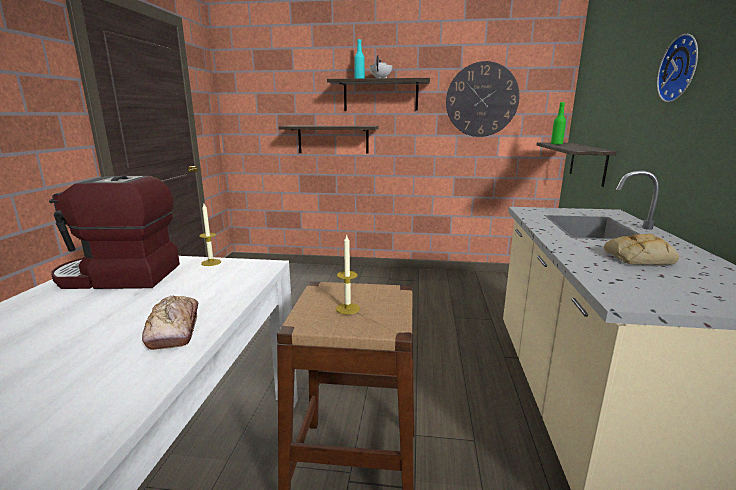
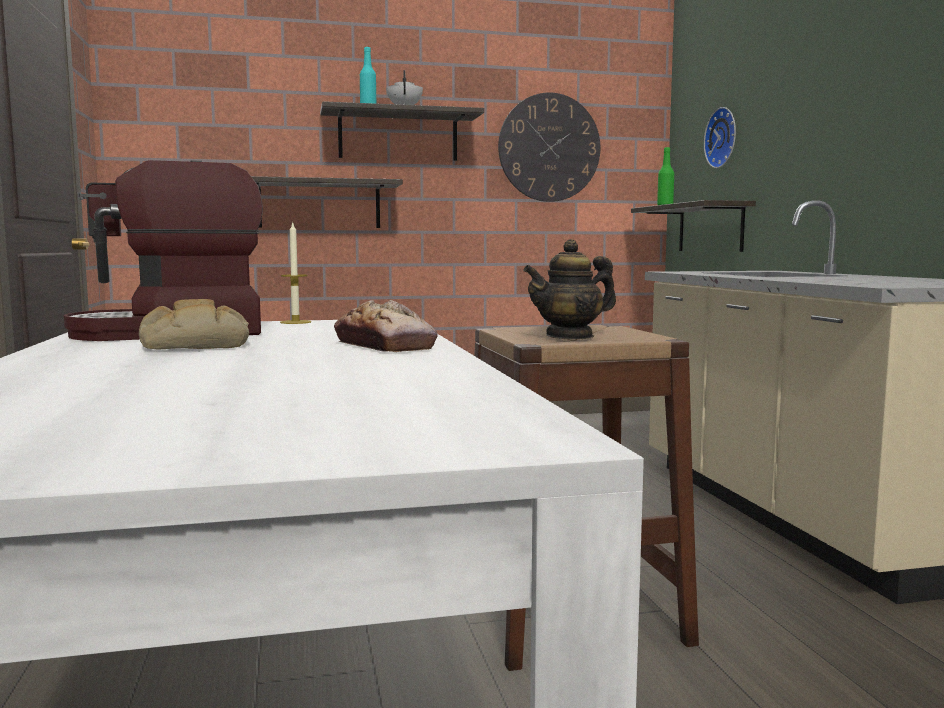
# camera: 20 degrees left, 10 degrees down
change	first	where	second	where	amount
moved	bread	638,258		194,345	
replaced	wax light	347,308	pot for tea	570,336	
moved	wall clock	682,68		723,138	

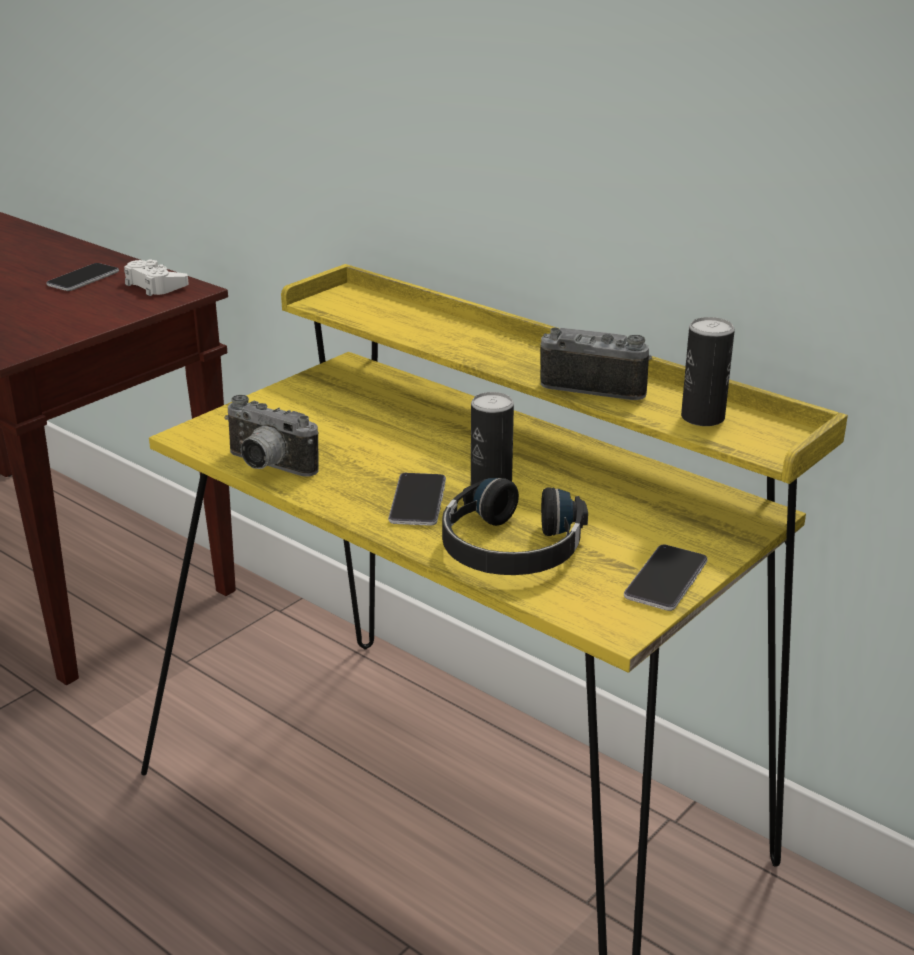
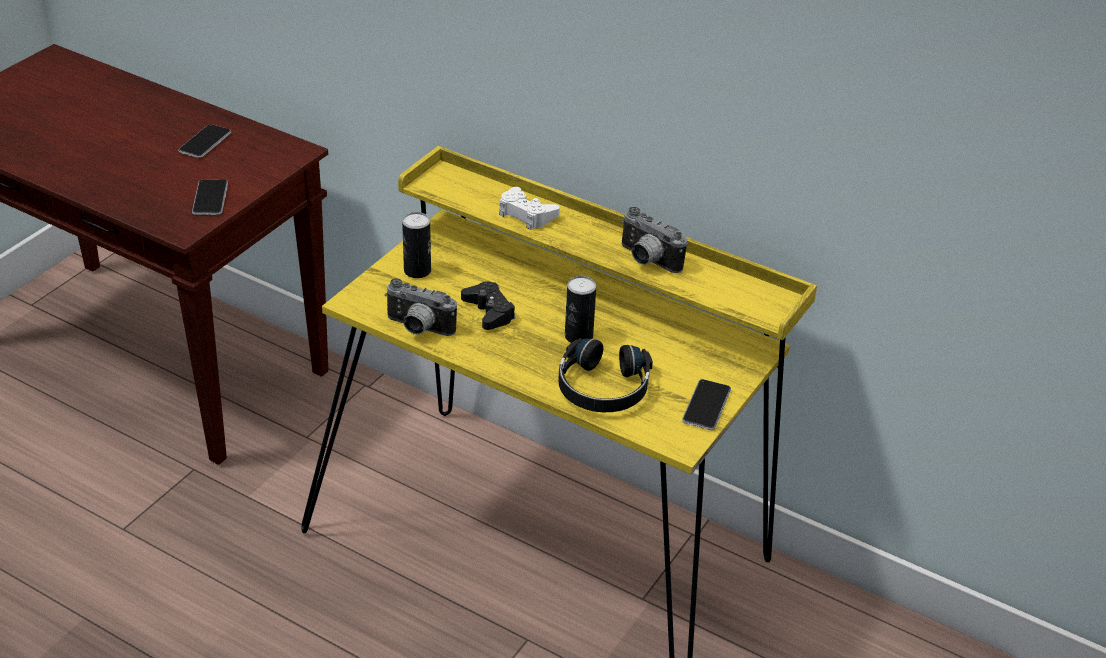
# camera: 10 degrees left, 10 degrees up
change	first	where	second	where	amount
moved	handset	418,501		210,198	
moved	can	702,417		417,271	
added			blackish gamepad	489,311	
moved	white-coloured gamepad	155,285		526,214	
turned	still camera	595,385		646,260	150 degrees counterclockwise

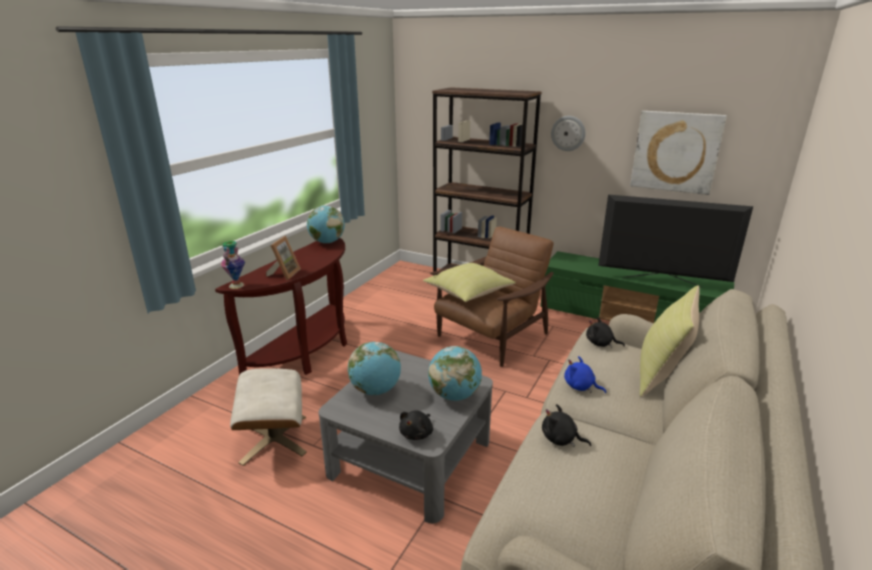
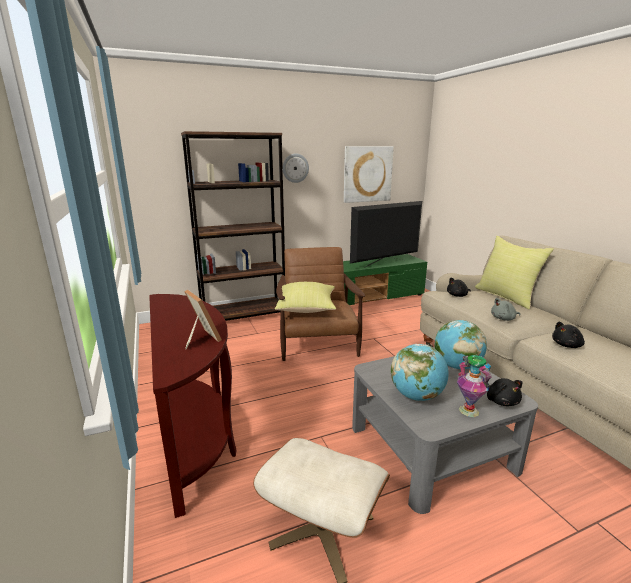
# camera: 50 degrees left, 5 degrees down
change	first	where	second	where	amount
moved	flower vase	237,285		469,410	
recoloured	blue plush toy	580,386	grey plush toy	504,319	
removed	world globe	327,242			

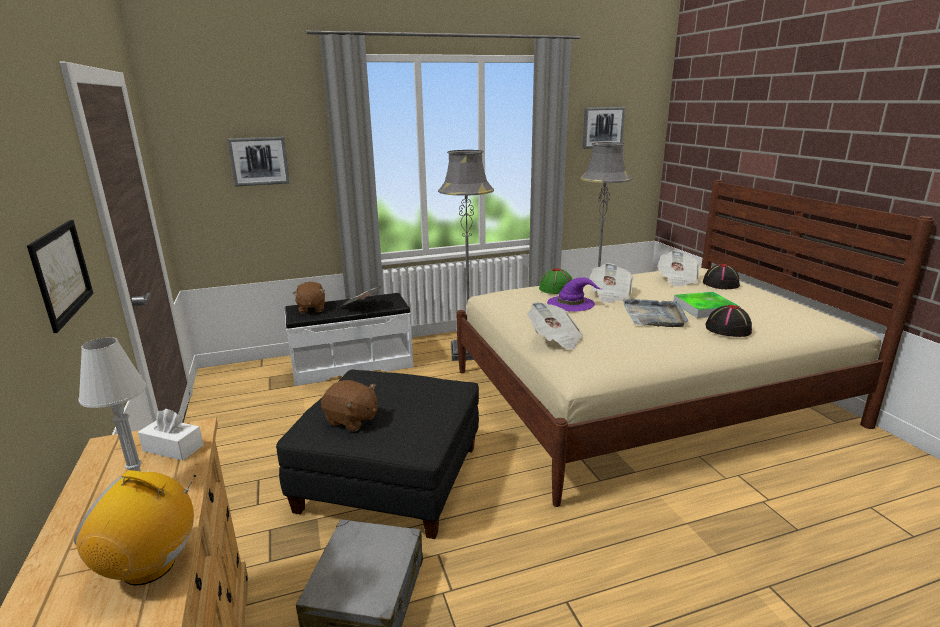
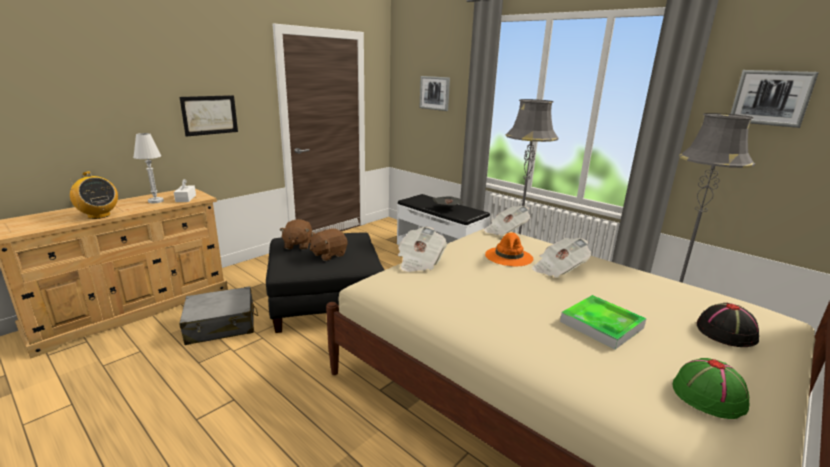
# camera: 60 degrees right, 0 degrees up
change	first	where	second	where	amount
turned	radio set	150,566		99,215	150 degrees clockwise
moved	brownish plush toy	311,309		328,255	
moved	newspaper	677,280		505,231	
recoloured	purplish hat	571,303	orange-coloured hat	509,256	
moved	greenish hat	556,288		709,396	
removed	grey serving tray	654,316			
removed	blackish hat	727,329			

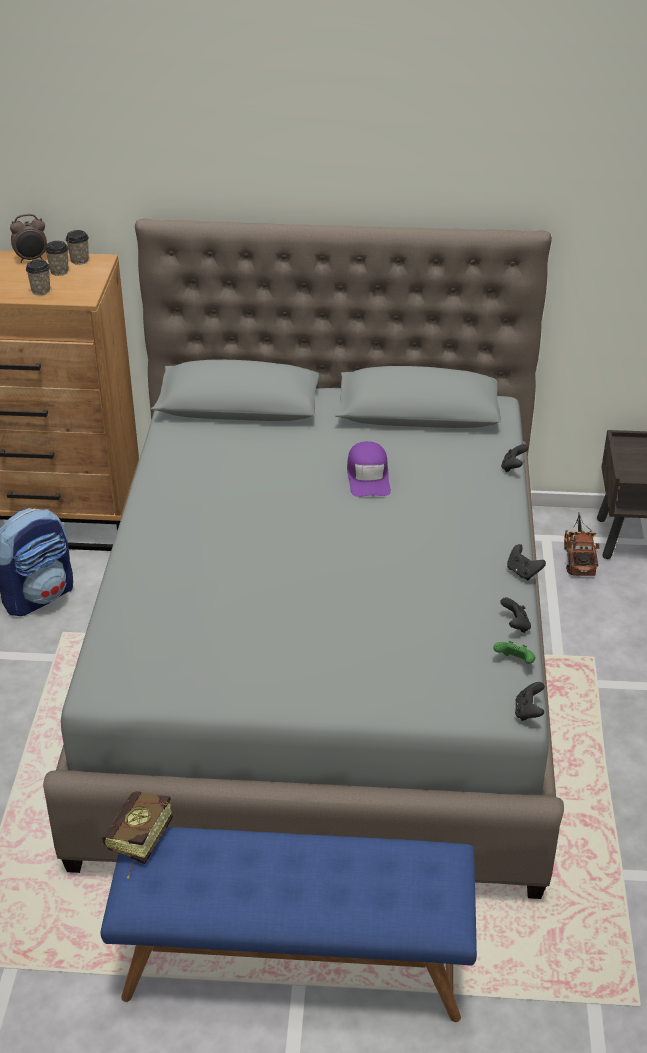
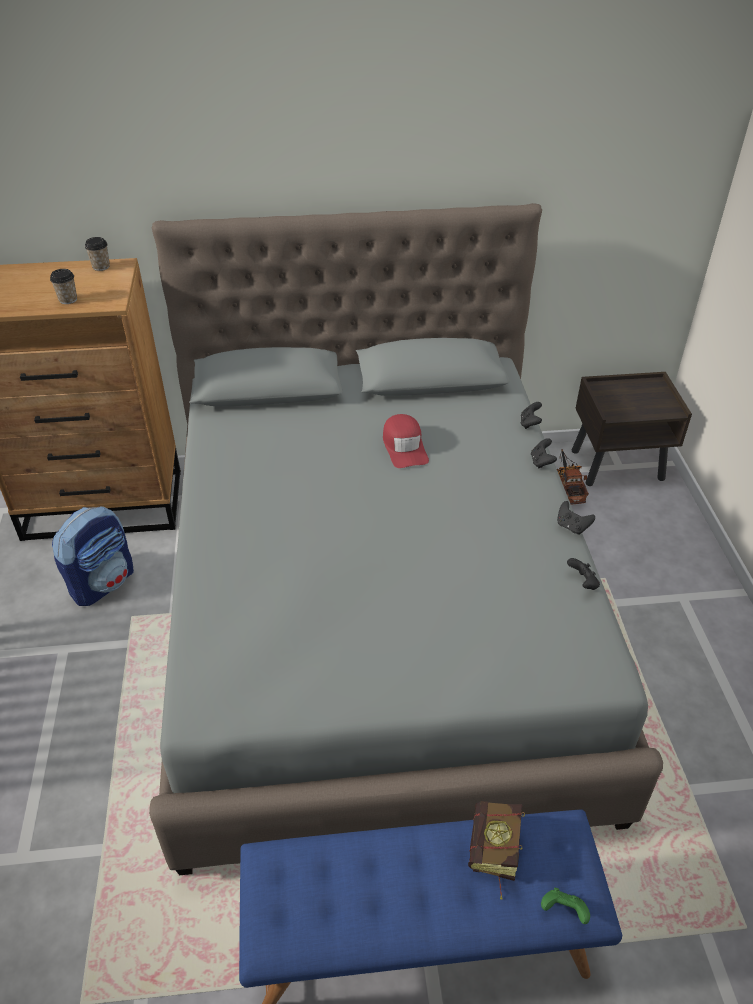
# camera: 10 degrees left, 5 degrees up
change	first	where	second	where	amount
recoloured	purplish baseball cap	368,476	red-coloured baseball cap	404,447	
moved	volume	136,844		493,856	
moved	blackish gamepad	528,712		541,462	
moved	greenish gamepad	515,662		563,911	
removed	bedside clock	32,259			
removed	small cup	59,271			

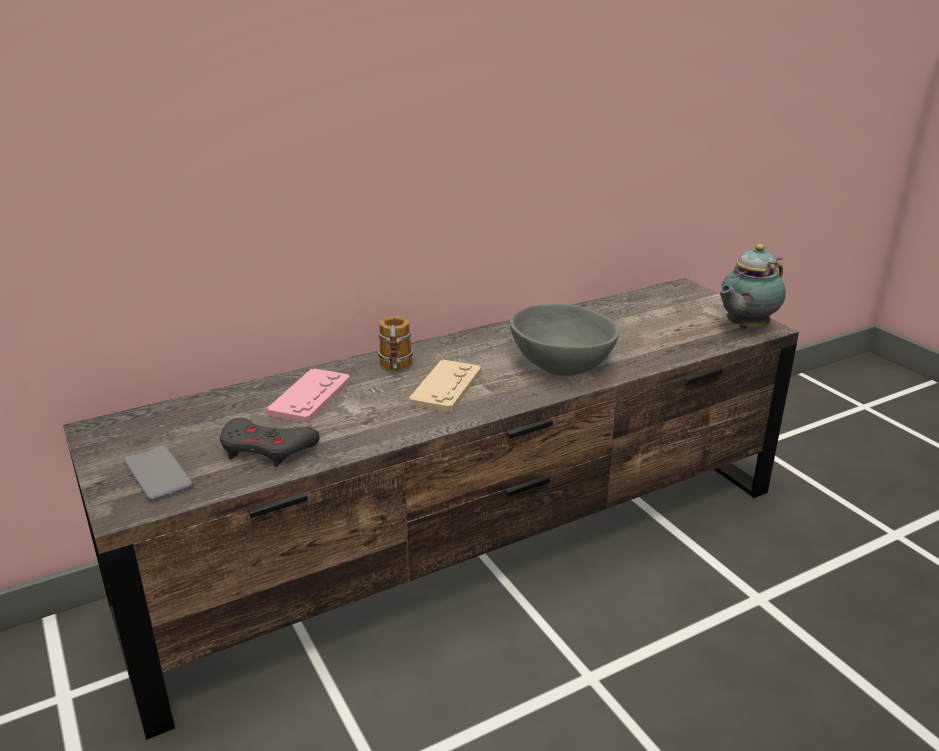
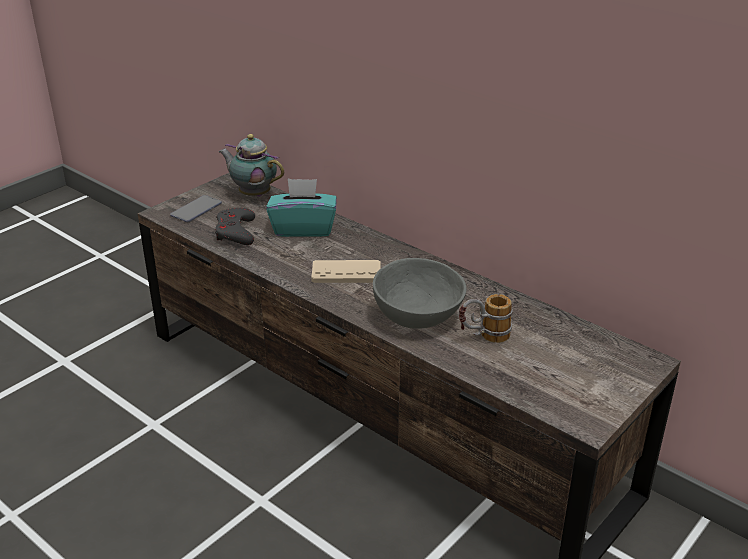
# camera: 70 degrees right, 5 degrees up
change	first	where	second	where	amount
moved	pot for tea	744,327		253,194	
replaced	pink gamepad	310,397	blue-green tissue box	303,228	
moved	coffee mug	395,371		483,337	

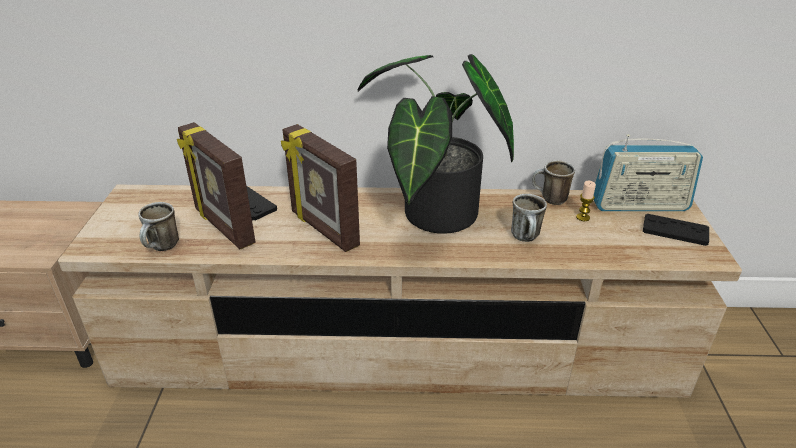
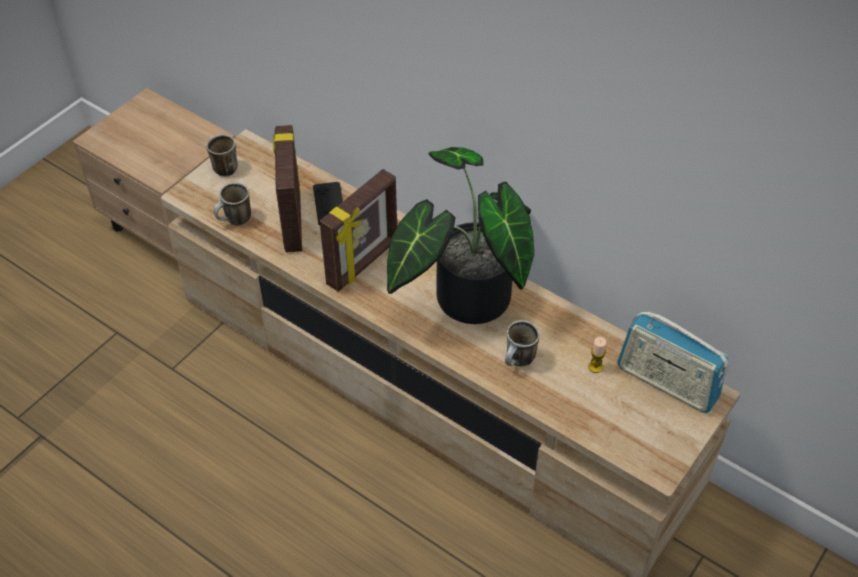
# camera: 35 degrees right, 15 degrees up
change	first	where	second	where	amount
moved	coffee mug	549,199		222,168	
turned	photo frame	323,229		363,263	135 degrees counterclockwise
removed	blackish gamepad	675,231			

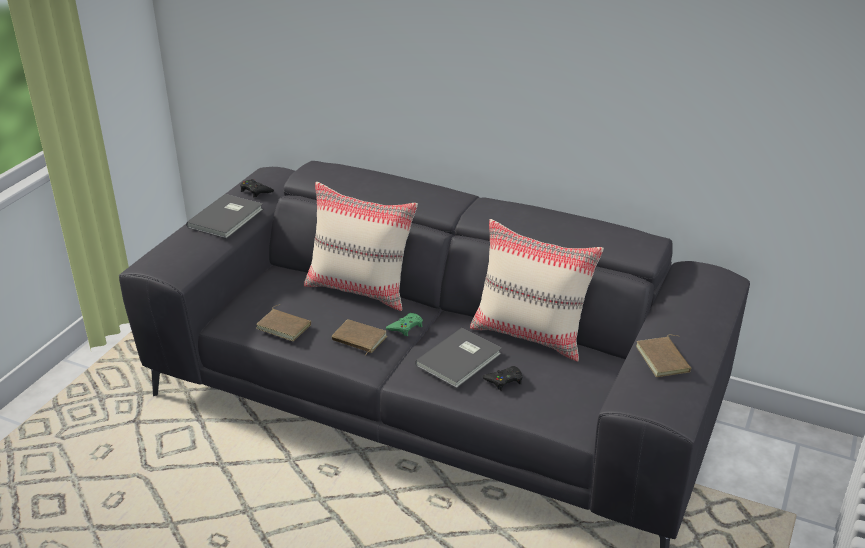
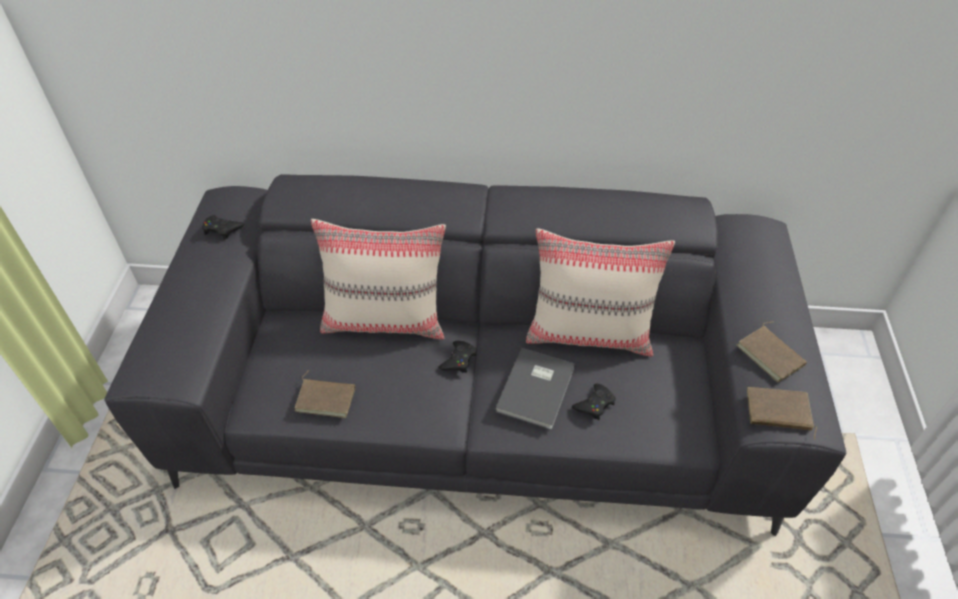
# camera: 20 degrees left, 15 degrees up
change	first	where	second	where	amount
recoloured	greenish gamepad	406,327	blackish gamepad	458,360	
moved	brownish volume	358,339		778,412	
removed	grey volume	228,218			

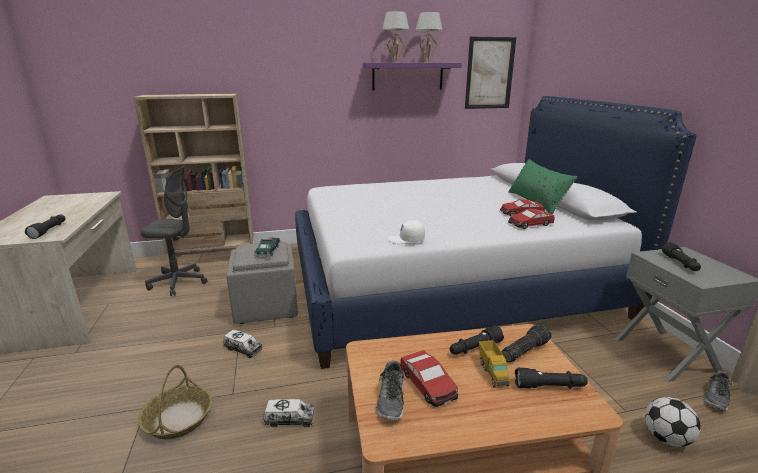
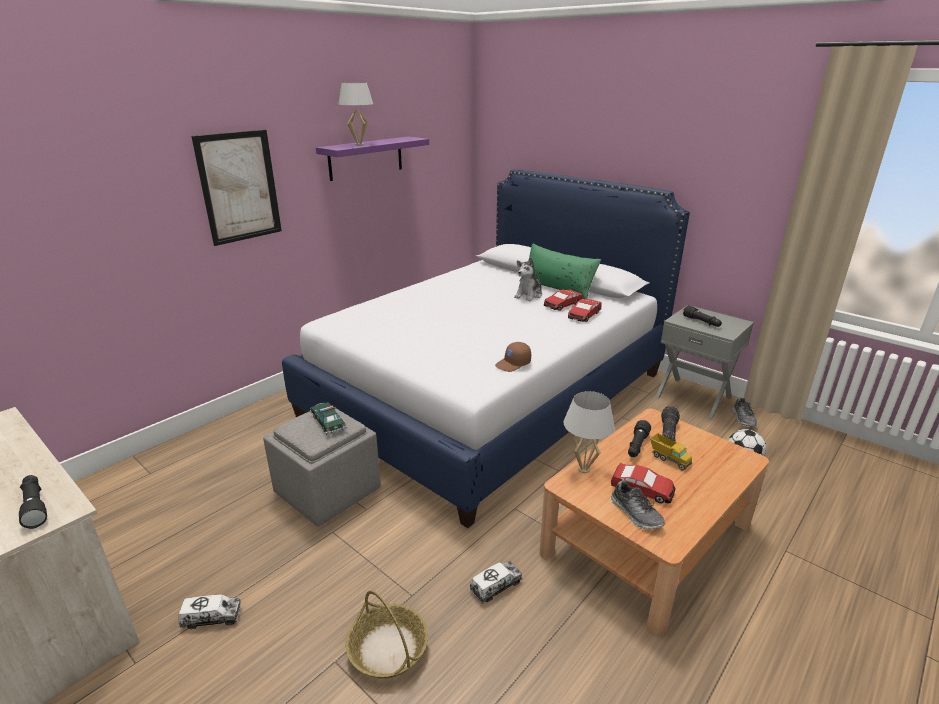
# camera: 35 degrees left, 5 degrees up
change	first	where	second	where	amount
moved	toy lorry	243,349		212,617	
moved	wall picture	489,73		239,187	
recoloured	white-coloured baseball cap	406,240	brownish baseball cap	513,364	
added			plush toy	529,295	
moved	white-coloured tabletop lamp	427,62		584,469	
removed	beige bookcase	214,258			
removed	grey desk chair	178,282			
removed	blackish torch	549,386			

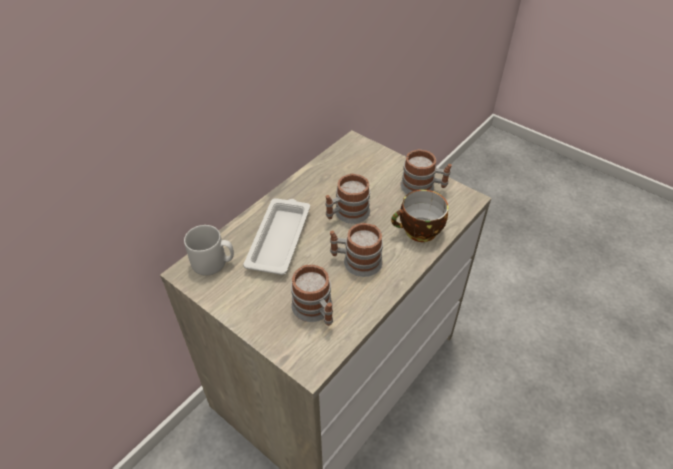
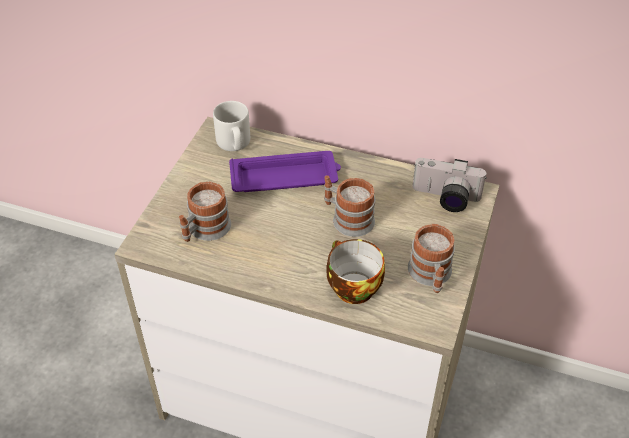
# camera: 70 degrees right, 0 degrees up
change	first	where	second	where	amount
recoloured	white-coloured serving tray	279,238	purplish serving tray	286,177	
added			still camera	445,199	
removed	coffee mug	356,261			

